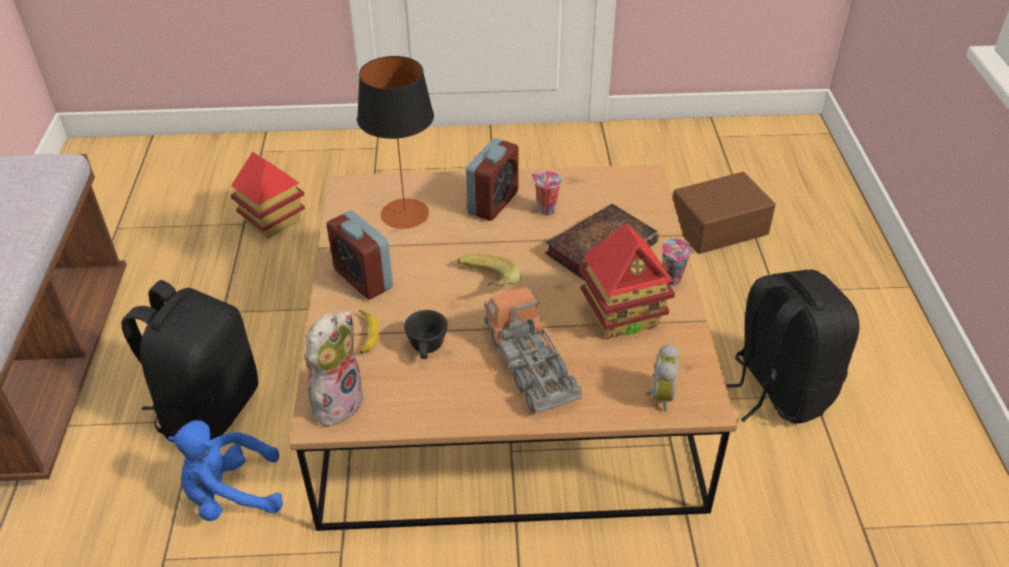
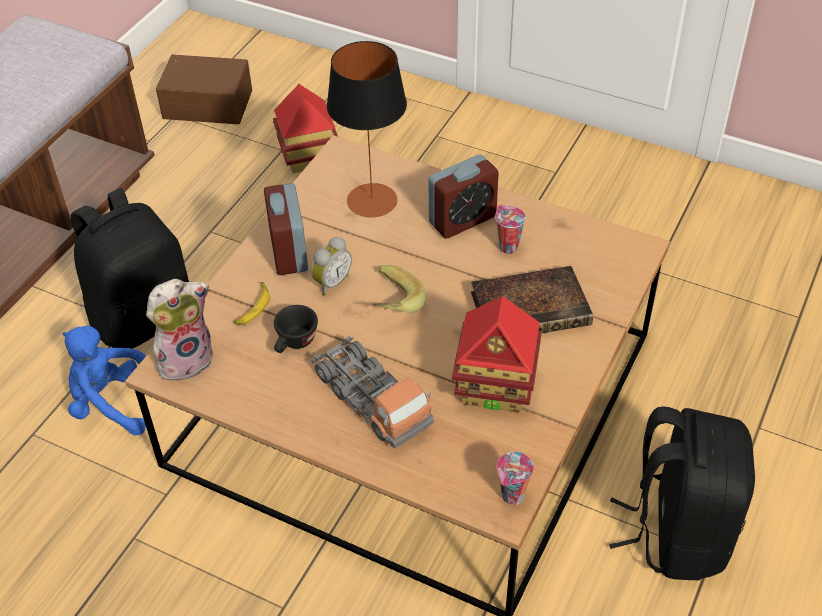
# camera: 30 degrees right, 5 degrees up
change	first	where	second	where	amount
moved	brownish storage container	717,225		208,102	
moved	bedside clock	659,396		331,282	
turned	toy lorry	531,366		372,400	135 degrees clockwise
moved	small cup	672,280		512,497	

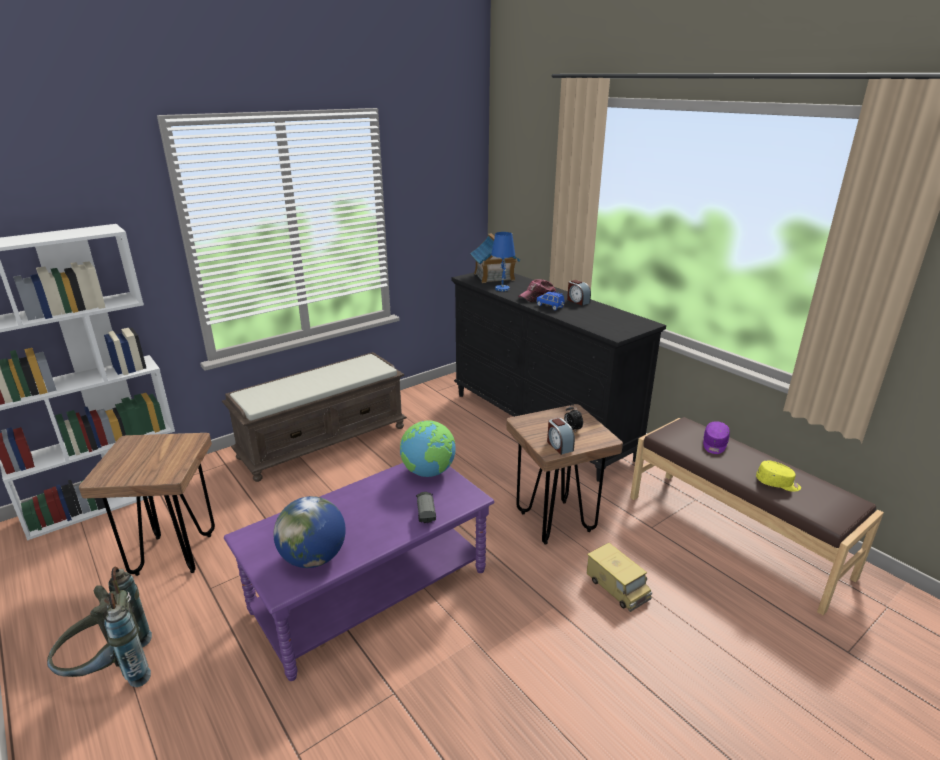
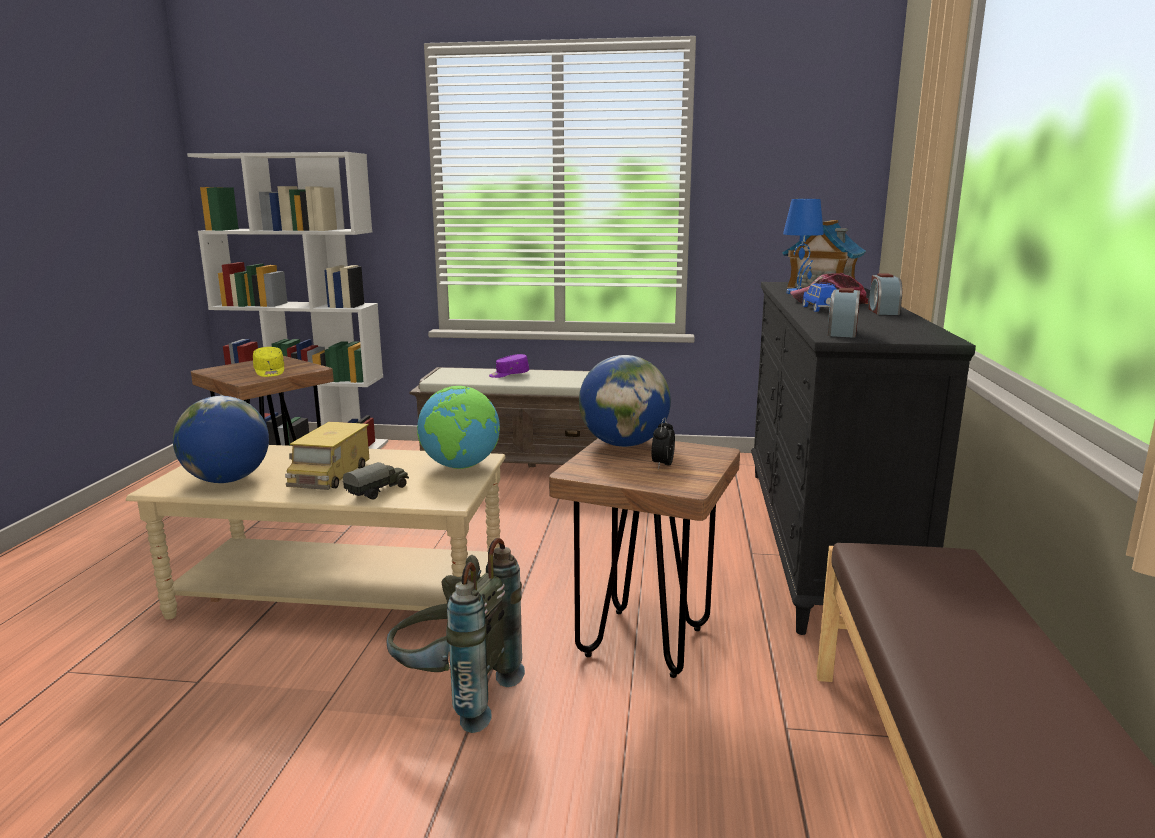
# camera: 45 degrees right, 10 degrees down
change	first	where	second	where	amount
recoloured	purplish low table	372,591	beige low table	341,594	
moved	yellow-coloured baseball cap	777,483		270,372	
moved	toy lorry	617,587		331,475	
moved	grey knapsack	112,672		455,696	
moved	purplish baseball cap	714,444		509,375	
added			world globe	623,444	
moved	bedside clock	559,446		842,332	

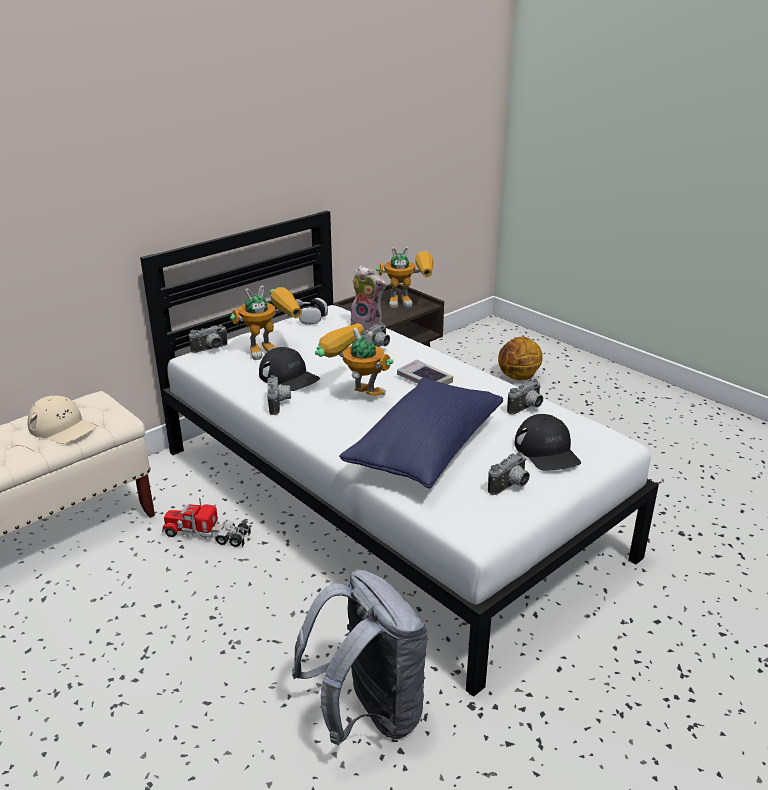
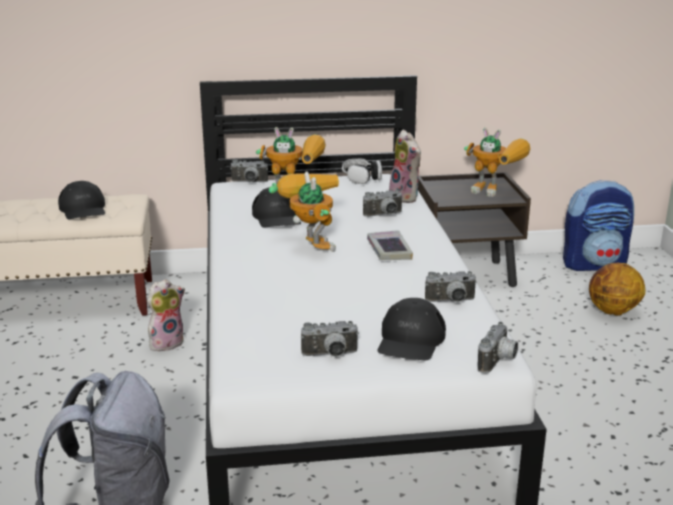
# camera: 35 degrees right, 5 degrees down
change	first	where	second	where	amount
recoloured	beige baseball cap	62,427	blackish baseball cap	83,209	
replaced	toy lorry	207,534	plush toy	167,342	
moved	still camera	280,404		498,362	
added			knapsack	594,264	
removed	blue pillow	425,449			

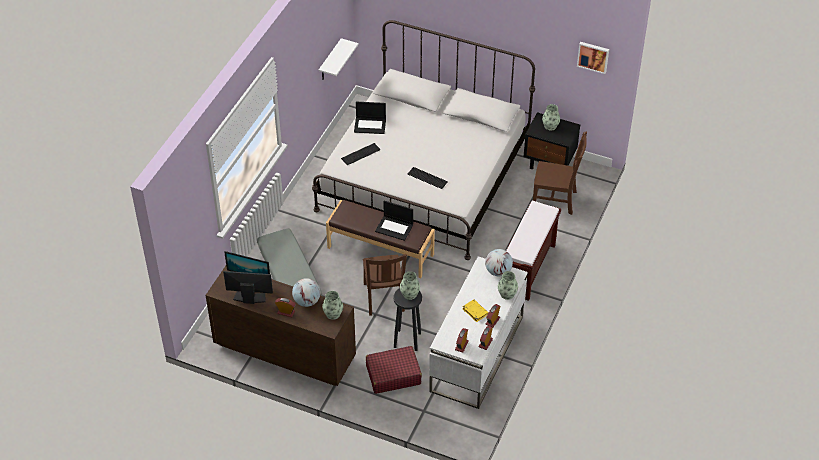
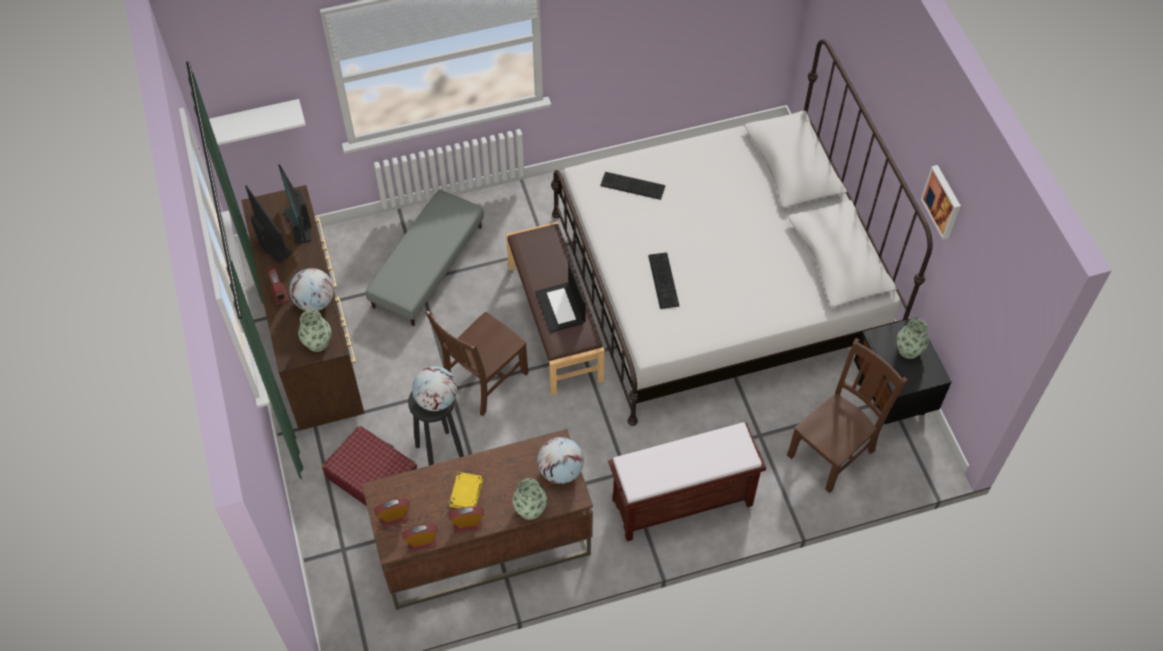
# camera: 50 degrees right, 10 degrees up
change	first	where	second	where	amount
moved	white-coloured shelf	330,61		257,119	
recoloured	white-coloured desk unit	476,354	brownish desk unit	482,545	
replaced	flower vase	409,294	world globe	436,400	
turned	brownish plain chair	556,200		833,451	105 degrees counterclockwise
moved	wall picture	593,56		943,201	
removed	portable computer	370,125			

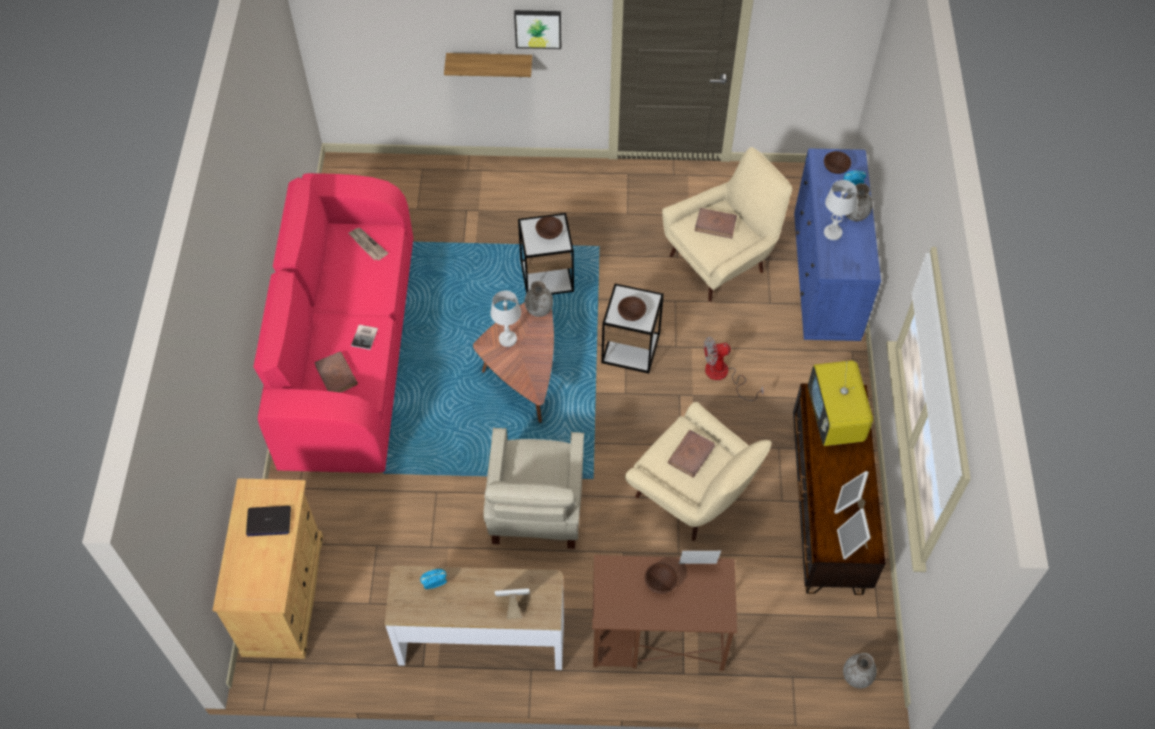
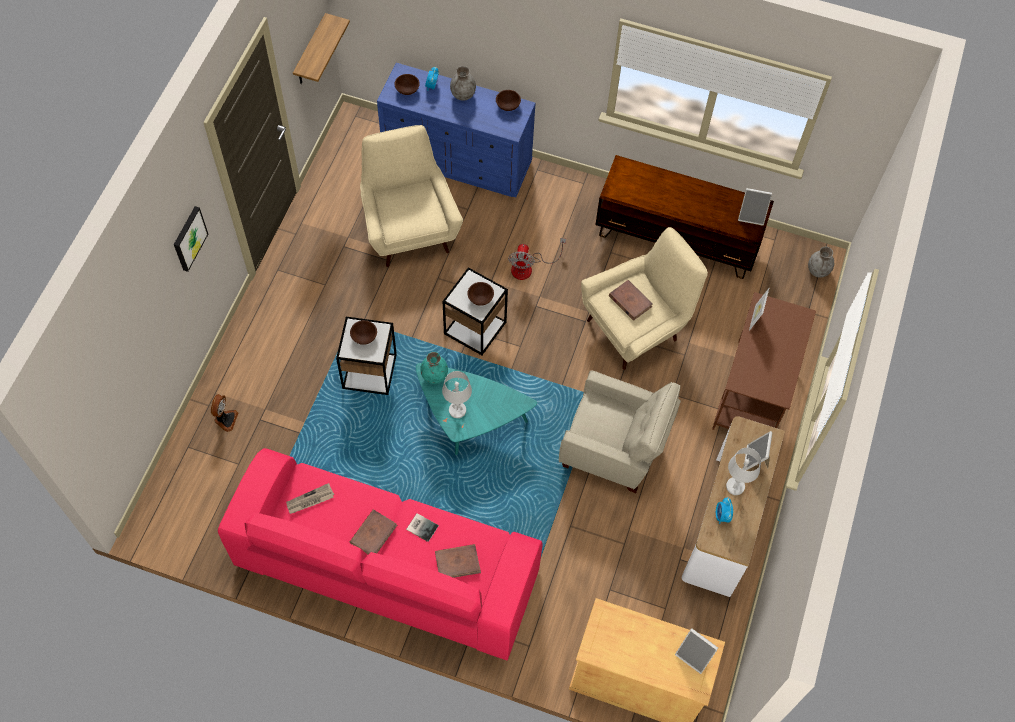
# camera: 75 degrees left, 5 degrees up
change	first	where	second	where	amount
added			electric fan	225,419	
moved	shelf	490,64		310,52	
moved	brownish volume	715,224		373,534	
recoloured	brownish low table	523,372	blue-green low table	469,420	
recoloured	grey flower vase	539,309	blue-green flower vase	434,375	
moved	brownish bowl	660,583		508,105	
moved	photo frame	849,503		694,655	
moved	white-coloured tabletop lamp	832,233		735,486	
removed	portable computer	268,521			
removed	TV	835,420			

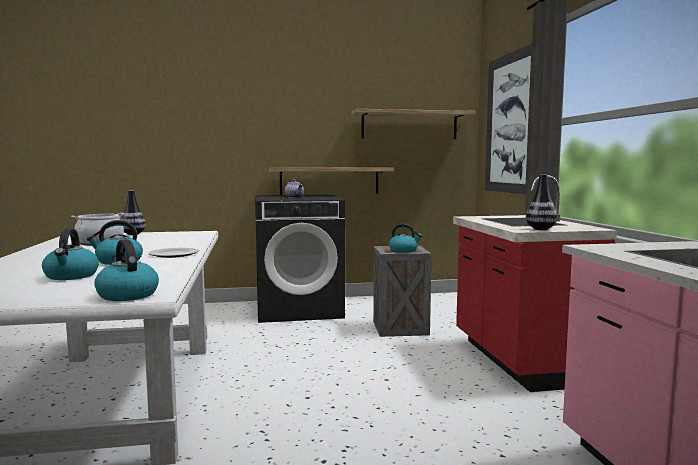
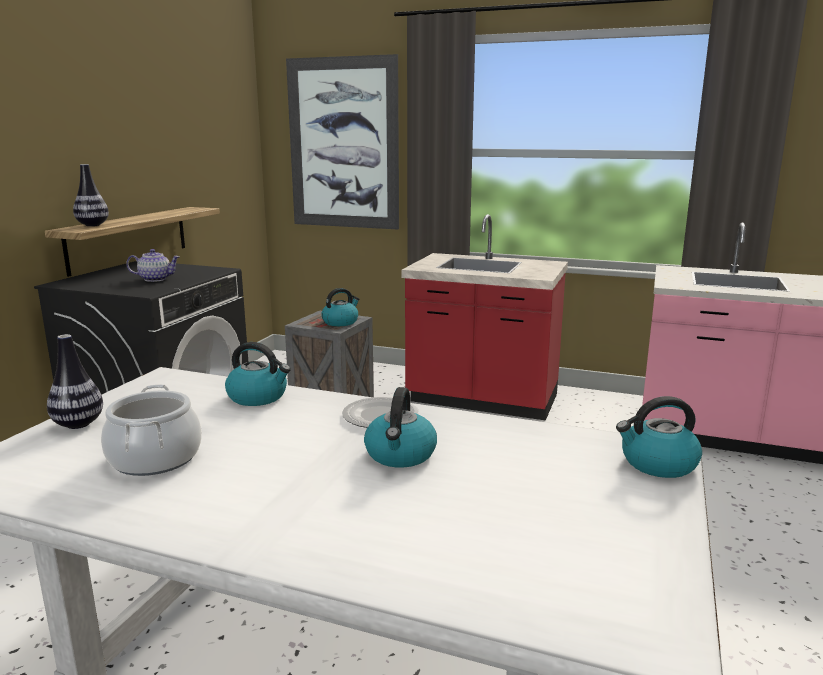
# camera: 60 degrees left, 10 degrees up
change	first	where	second	where	amount
moved	flower vase	540,229		93,225	
moved	water kettle	71,276		258,397	
removed	shelf	409,125			

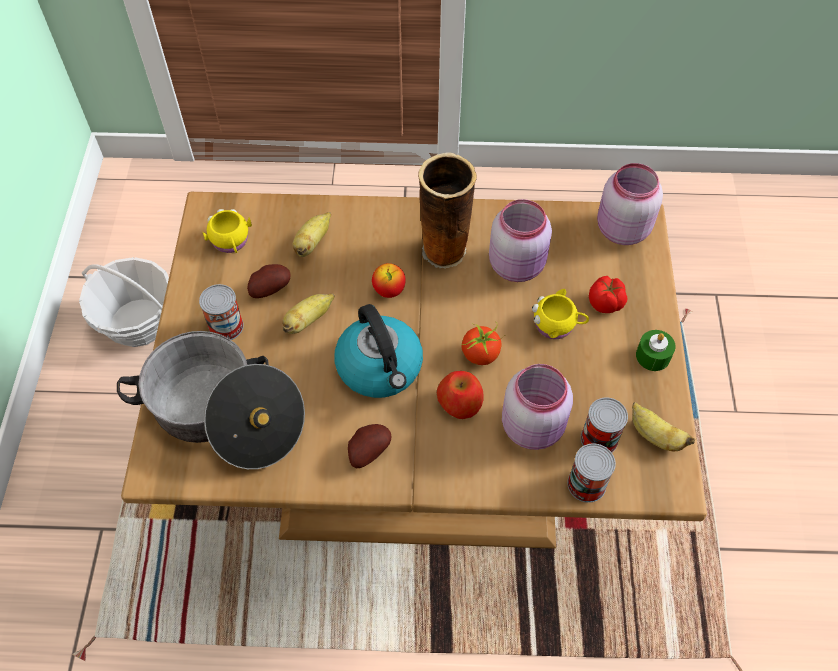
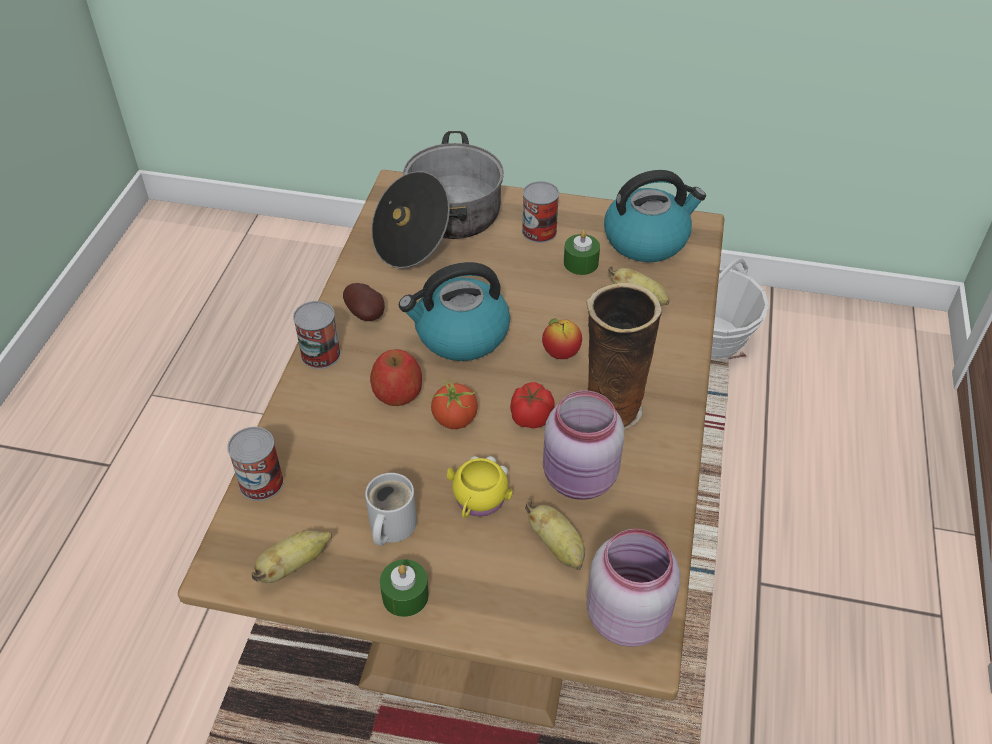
# camera: 100 degrees right, 10 degrees down
change	first	where	second	where	amount
moved	can	599,439		320,354	
added			white-coloured coffee mug	389,526	
moved	whole tomato	606,303		530,418	
moved	banana	308,320		557,547	
replaced	whole potato	269,288	greenish wax light	580,263	
replaced	yellow-coloured coffee mug	231,242	water kettle	647,239	
removed	pink storage jar	534,426			

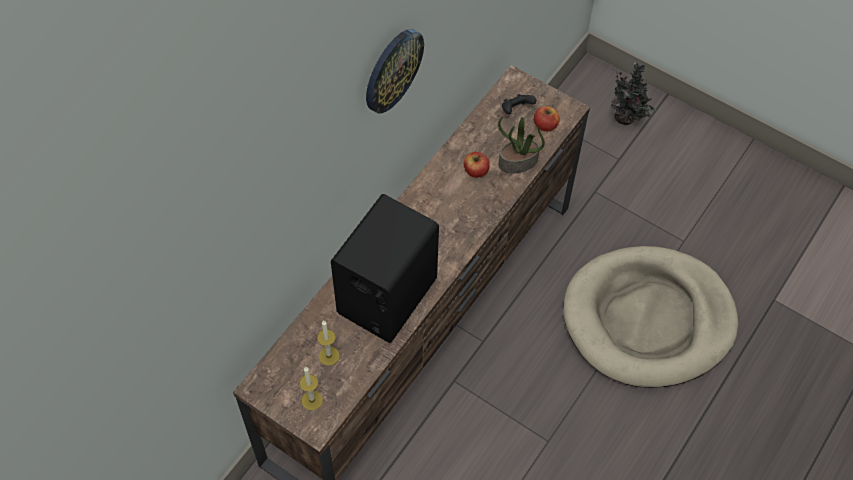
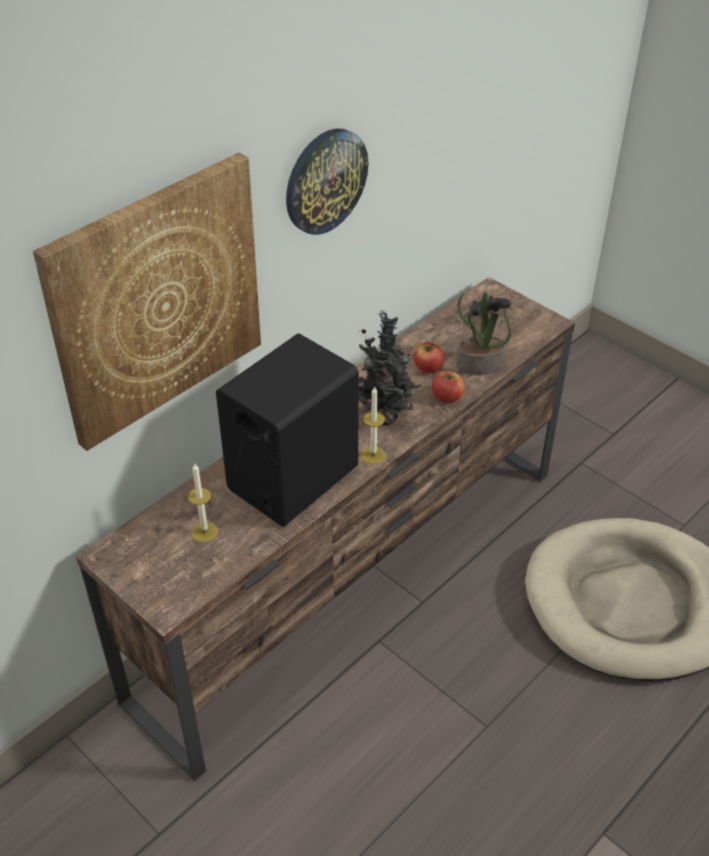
# camera: 10 degrees right, 15 degrees down
change	first	where	second	where	amount
added			wall picture	156,300	
moved	houseplant	627,118		386,417	
moved	wax light	312,400		373,455	
moved	apple	545,125		447,397	

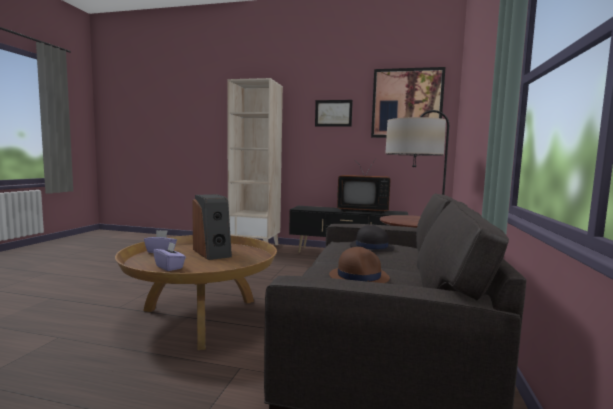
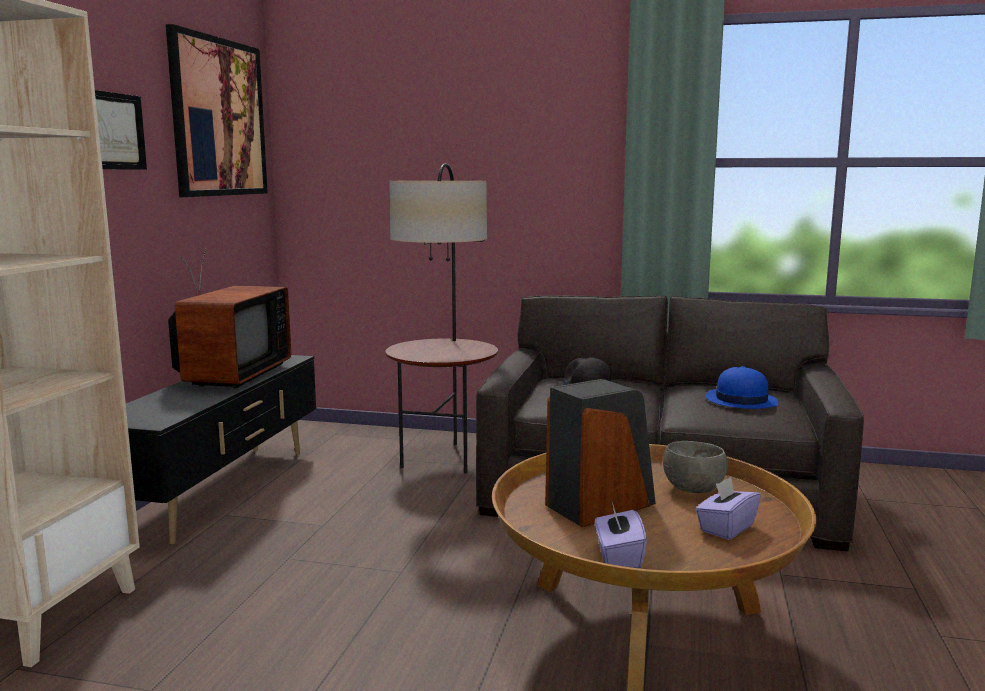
# camera: 90 degrees left, 5 degrees up
change	first	where	second	where	amount
added			grey bowl	694,490	
recoloured	brownish hat	359,277	blue hat	740,400	

